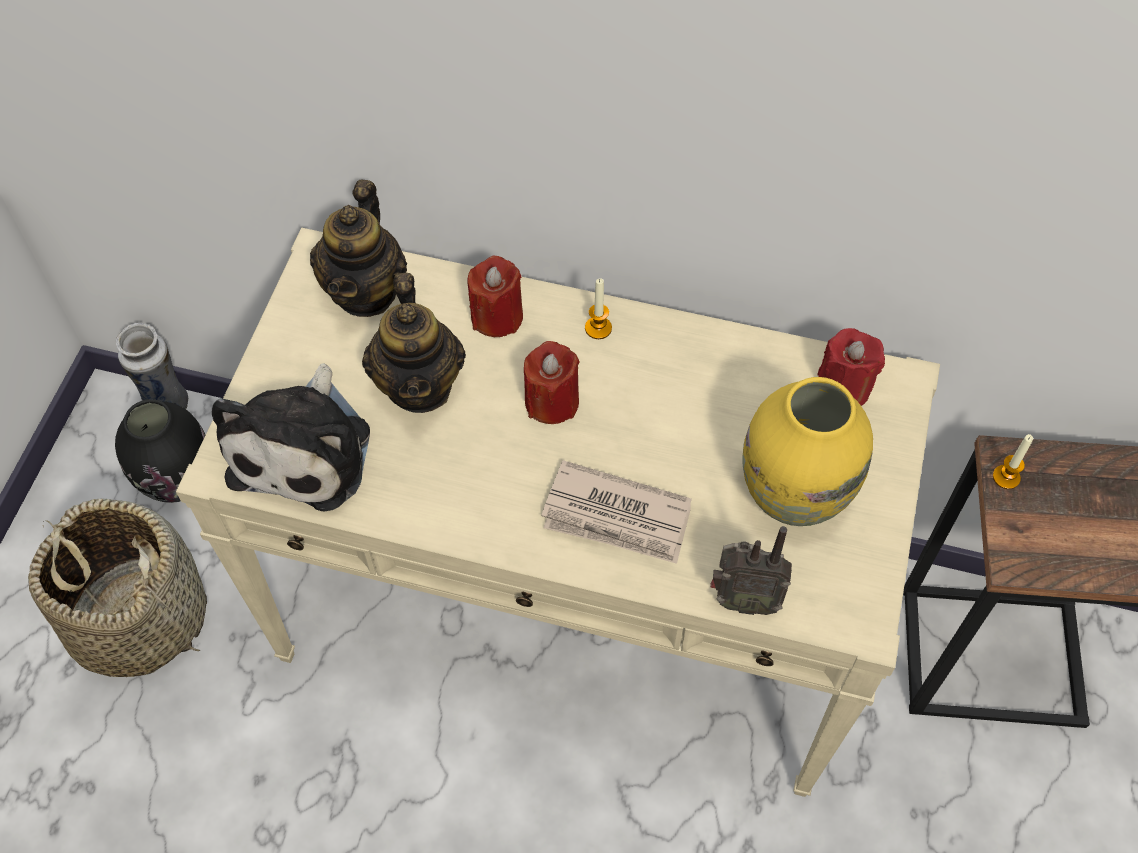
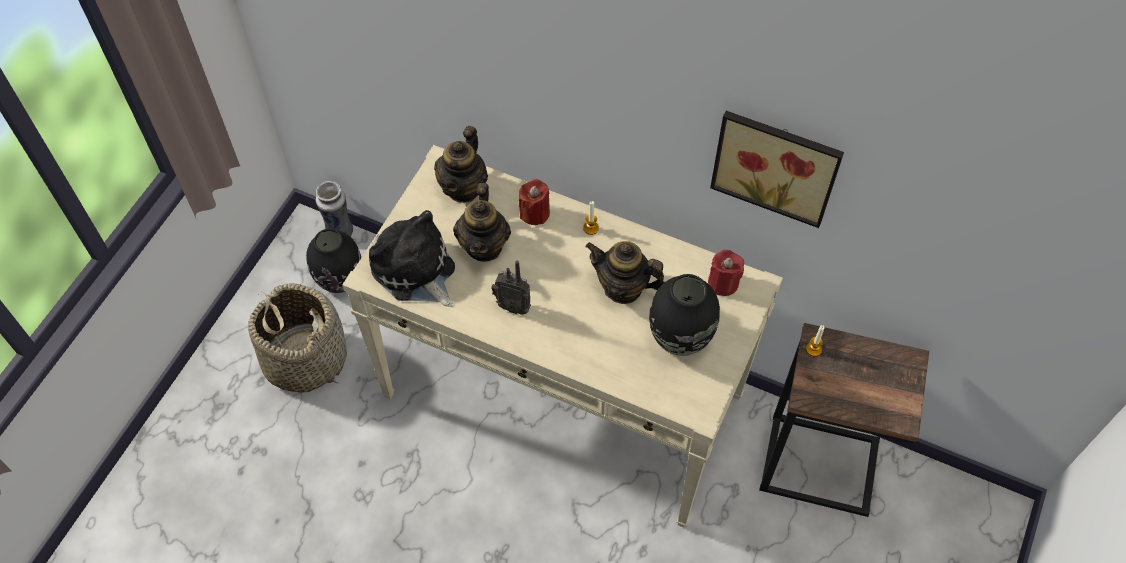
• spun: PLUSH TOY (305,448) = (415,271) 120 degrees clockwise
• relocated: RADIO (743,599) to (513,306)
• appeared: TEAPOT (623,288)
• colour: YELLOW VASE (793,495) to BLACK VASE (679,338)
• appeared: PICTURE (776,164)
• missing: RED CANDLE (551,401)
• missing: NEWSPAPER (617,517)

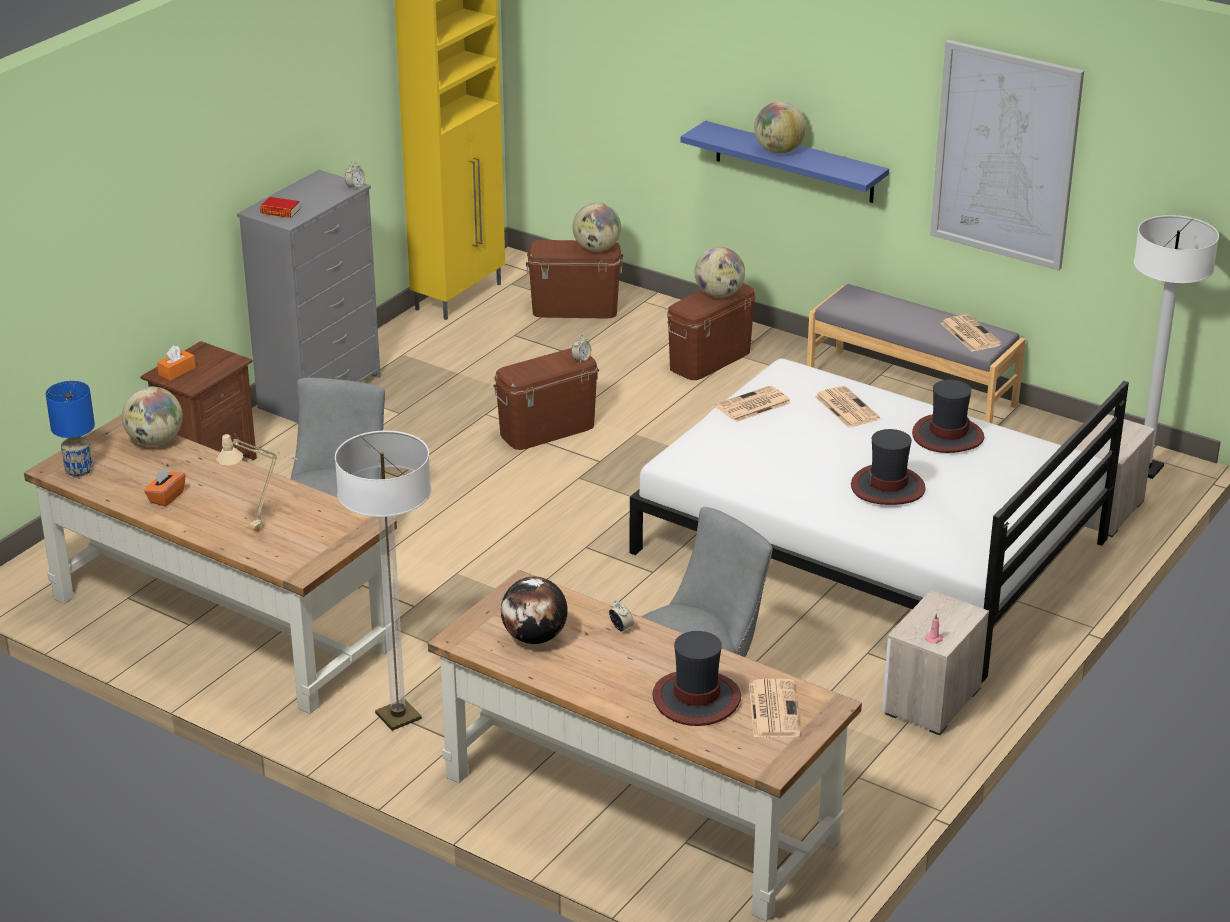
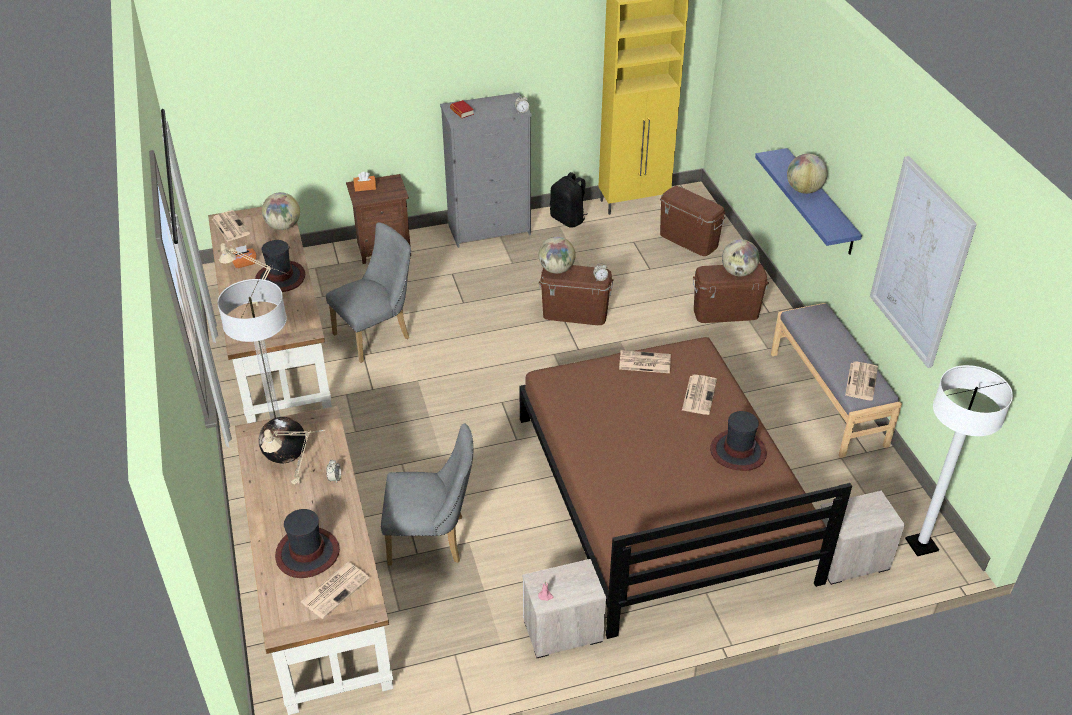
• exchanged: BLUE TABLE LAMP (78,471) to NEWSPAPER (230,226)
• relocated: HAT (888,487) to (280,277)
• appeared: BEIGE TABLE LAMP (303,480)
• colour: WHITE BED (870,547) to BROWN BED (661,497)
• relocated: GLOBE (596,249) to (556,269)
• appeared: BLACK BACKPACK (568,219)

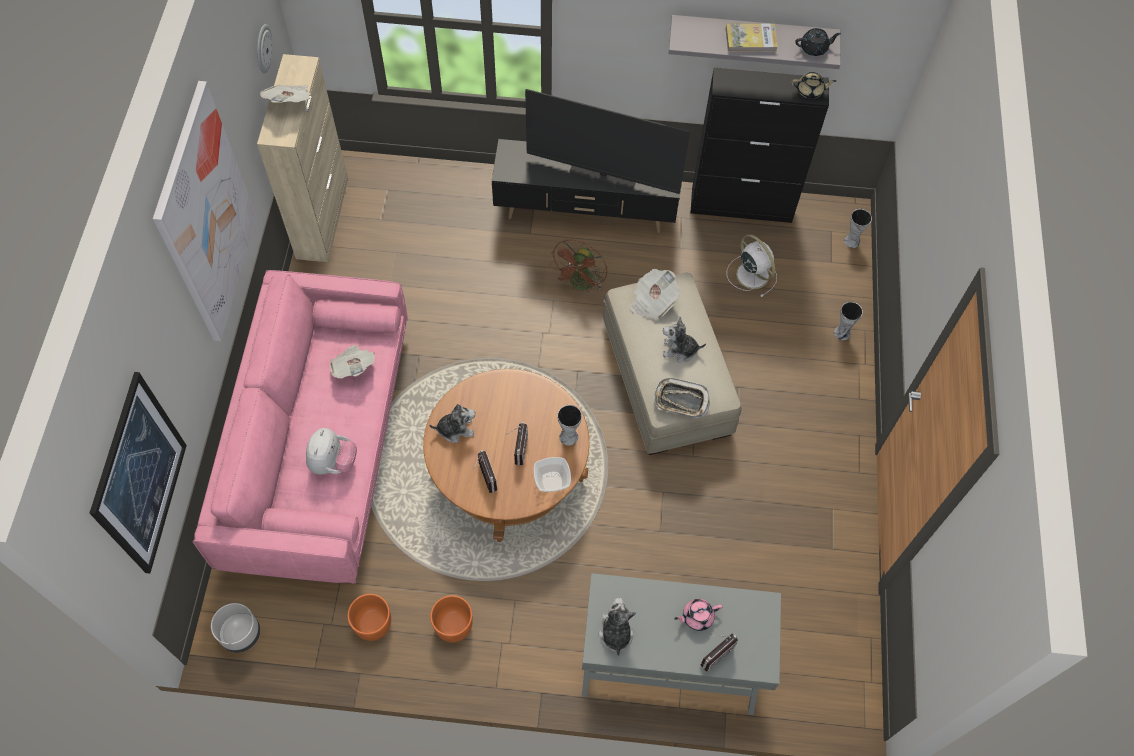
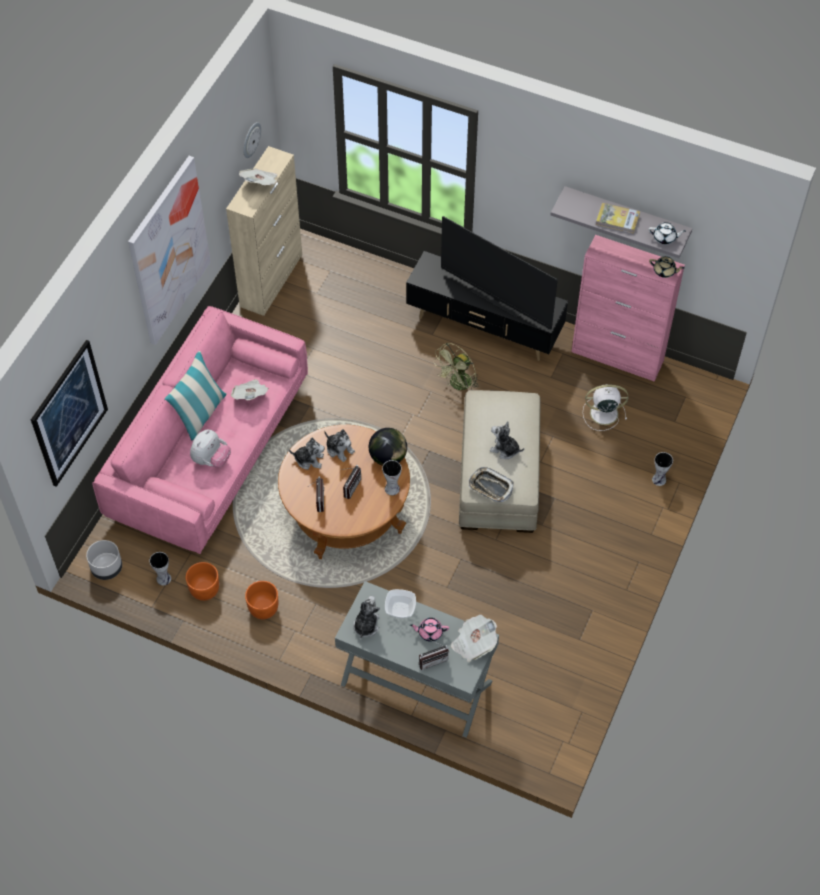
• relocated: VASE (851,240) to (164,578)
• appeared: PILLOW (200,414)
• appeared: PLUSH TOY (339,449)
• appeared: GLOBE (388,457)
• relocated: BOWL (552,481) to (400,610)
• colour: BROWN FAN (580,285) to GREEN FAN (457,385)
• relocated: NEWSPAPER (653,301) to (473,643)
• colour: BLACK CABINET (742,205) to PINK CABINET (617,356)
• spun: WHITE FAN (751,274) = (602,413) 75 degrees counterclockwise
• colour: BLACK TEAPOT (814,48) to WHITE TEAPOT (665,238)

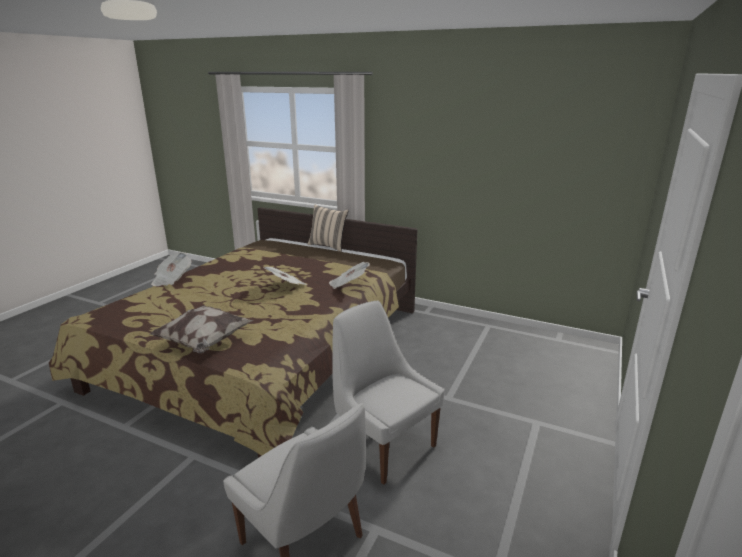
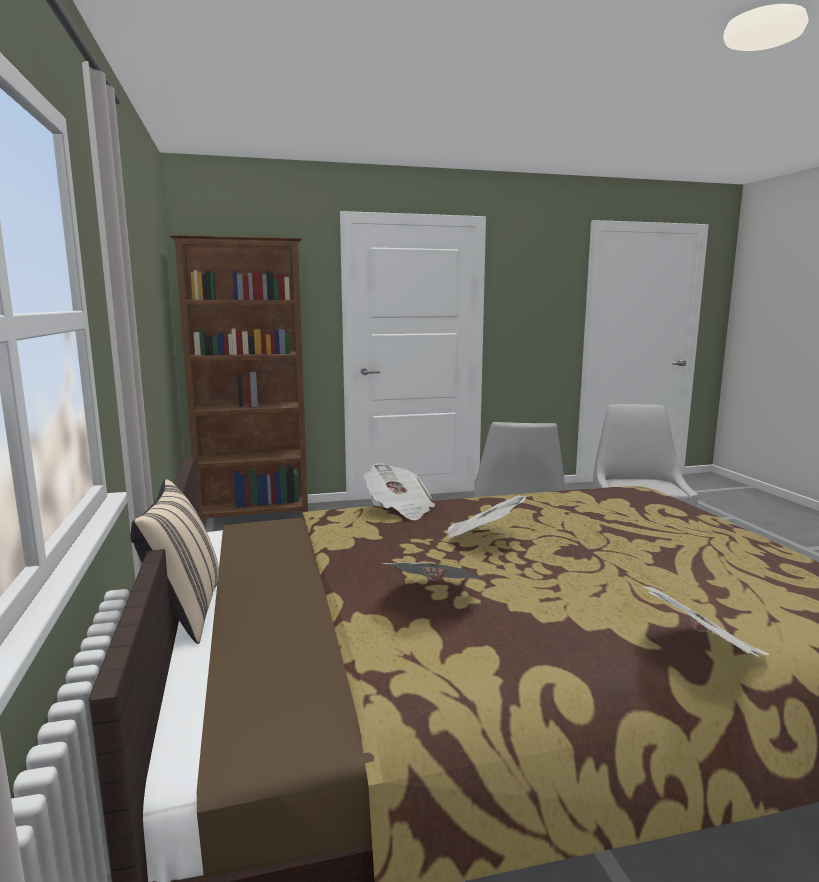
• appeared: BROWN BOOKCASE (254,516)
• appeared: NEWSPAPER (434,596)
• missing: PILLOW (204,343)

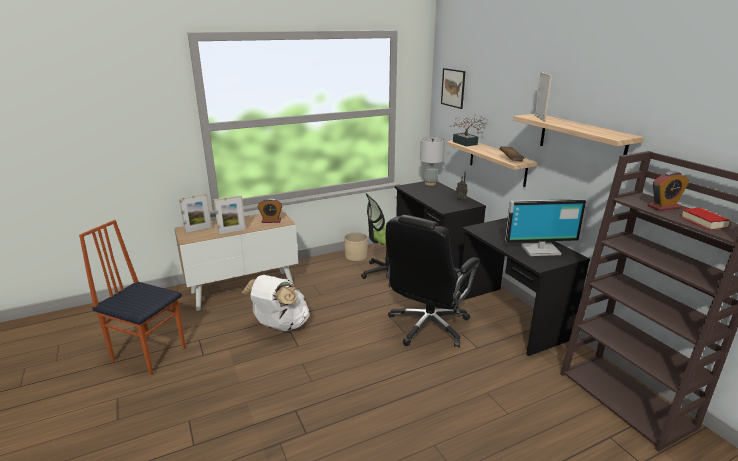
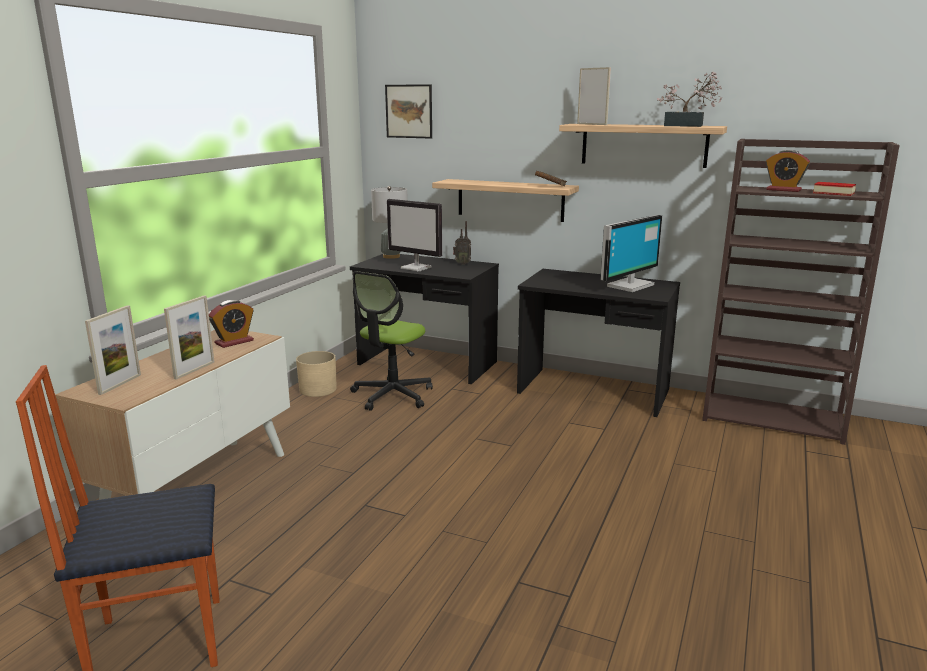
• appeared: MONITOR (416,268)
• relocated: POTTED PLANT (466,144) to (688,126)
• spun: ALARM CLOCK (664,207) = (783,190) 90 degrees clockwise
• missing: WHITE BACKPACK (280,326)
• missing: BLACK OFFICE CHAIR (427,326)

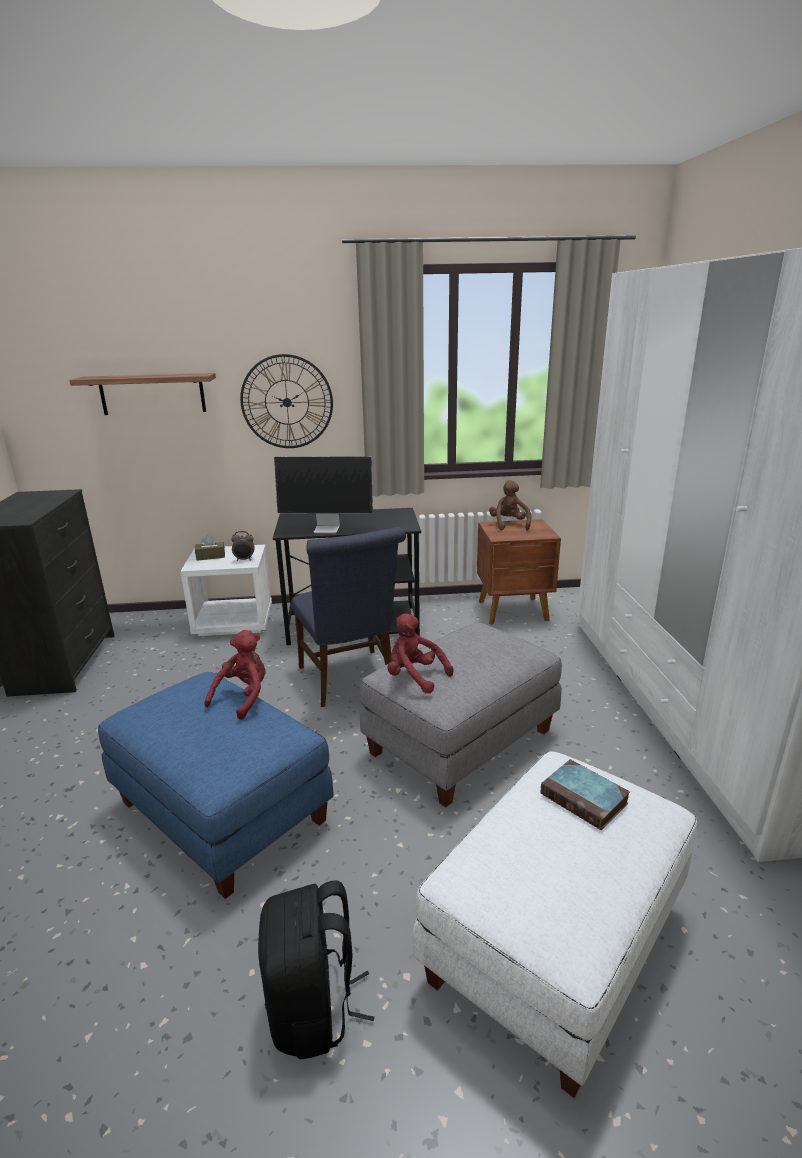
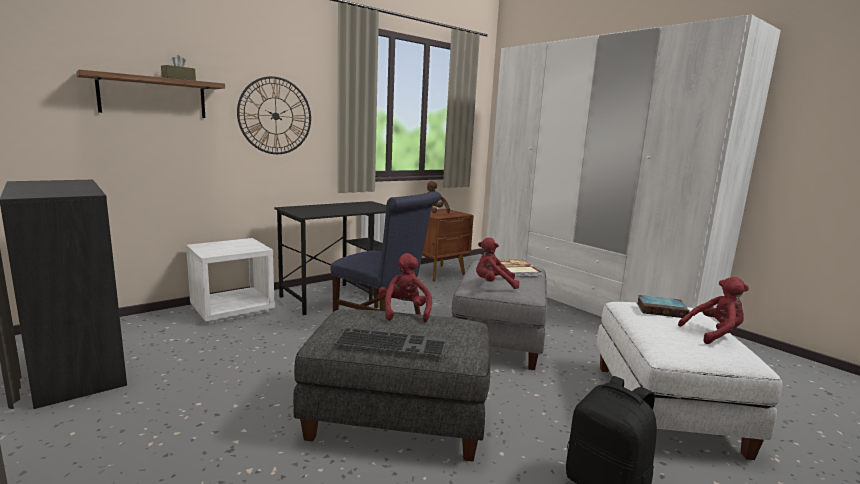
• relocated: BROWN TISSUE BOX (210,556) to (179,79)
• colour: BLUE OTTOMAN (224,811) to GREY OTTOMAN (399,417)
• appeared: KEYBOARD (393,341)
• appeared: BOOK (516,270)
• appeared: RED PLUSH TOY (714,334)
• missing: ALARM CLOCK (244,560)
• missing: MONITOR (328,529)

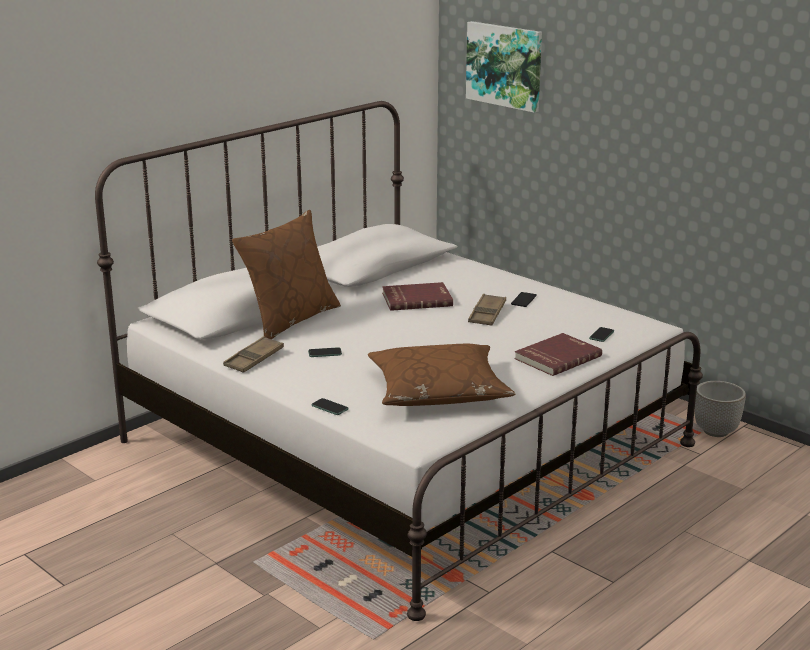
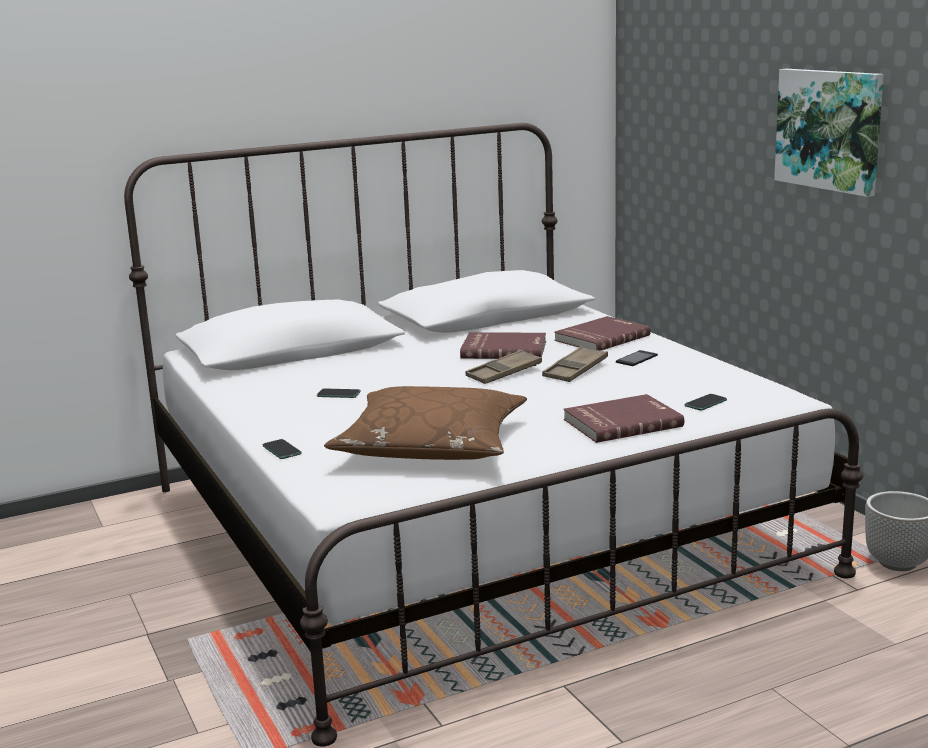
• relocated: BROWN TRAY (254,359) to (504,373)
• appeared: RED BOOK (601,337)
• relocated: PICTURE (505,65) to (830,129)
• missing: BROWN PILLOW (290,319)

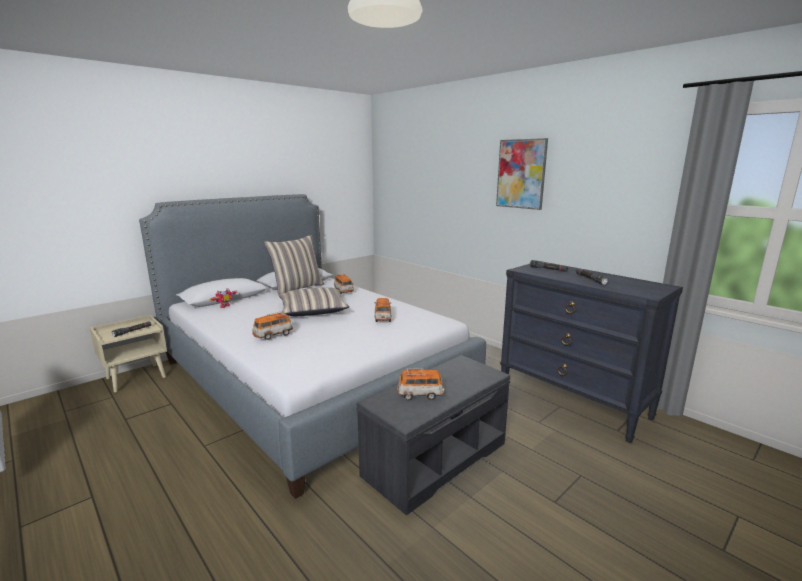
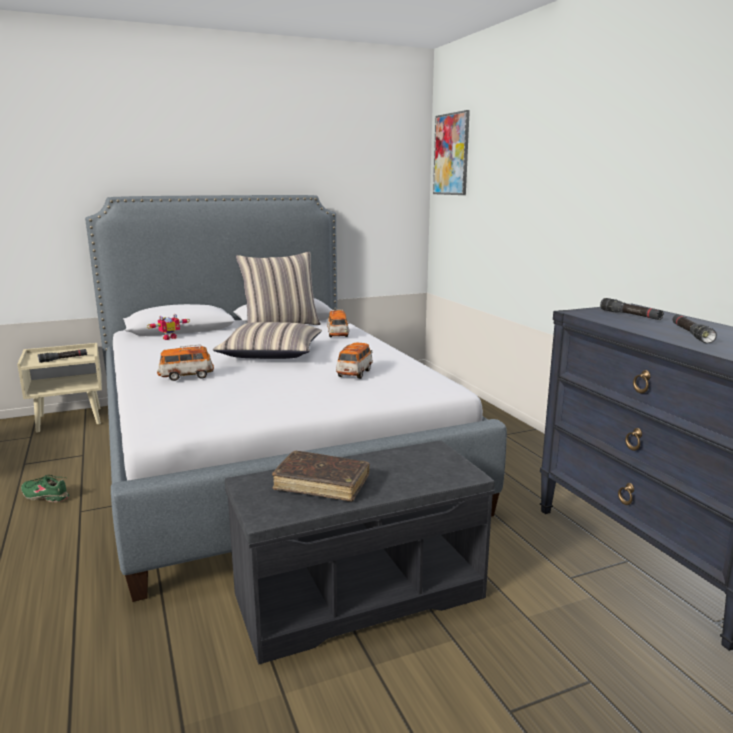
• appeared: GREEN SHOE (46,496)
• exchanged: TOY CAR (420,394) to BROWN BOOK (322,484)
• relocated: PICTURE (521,174) to (451,154)

